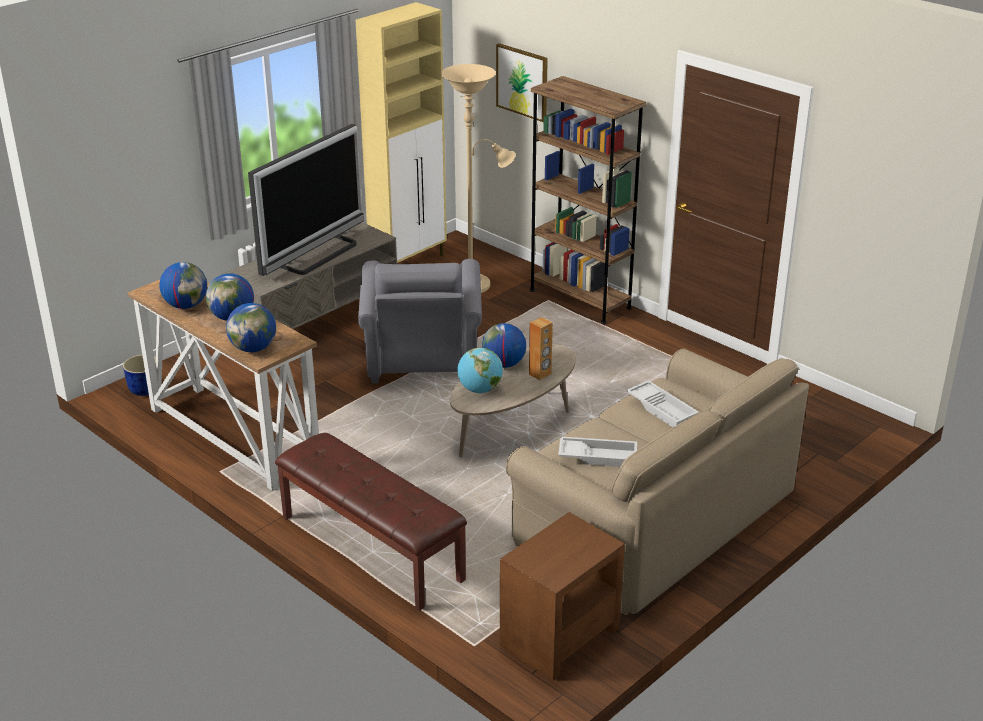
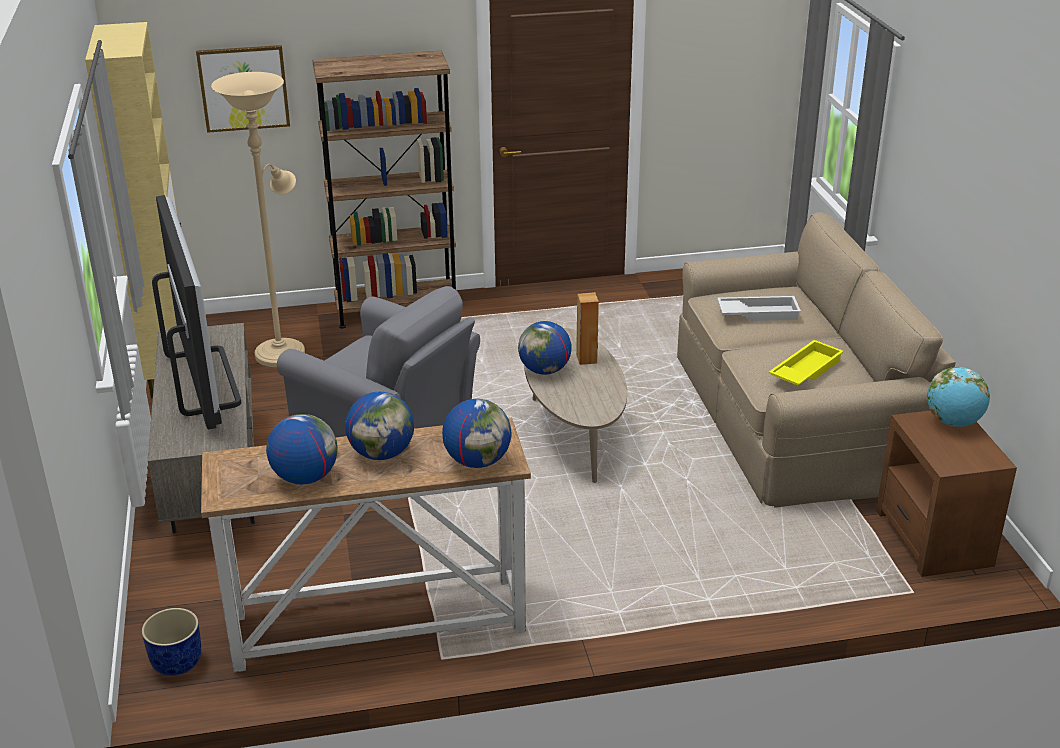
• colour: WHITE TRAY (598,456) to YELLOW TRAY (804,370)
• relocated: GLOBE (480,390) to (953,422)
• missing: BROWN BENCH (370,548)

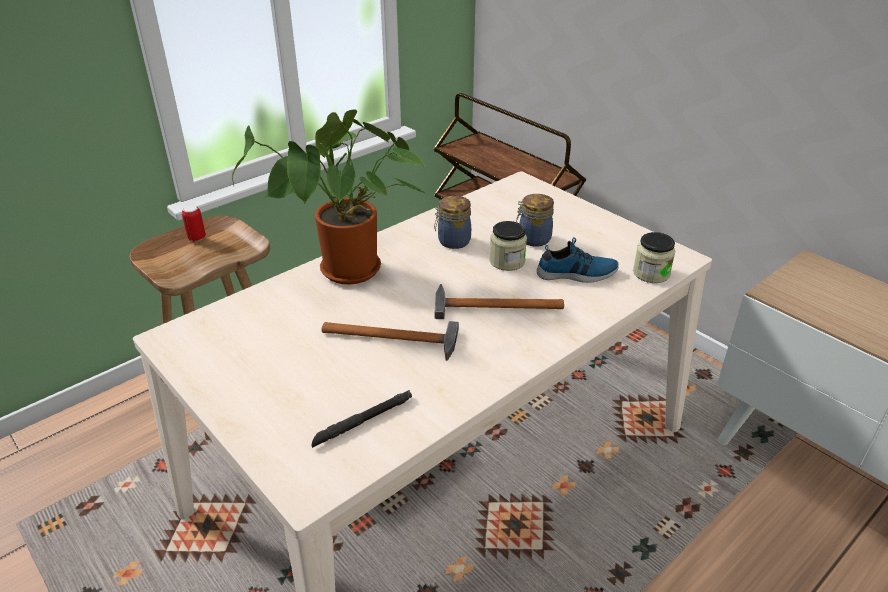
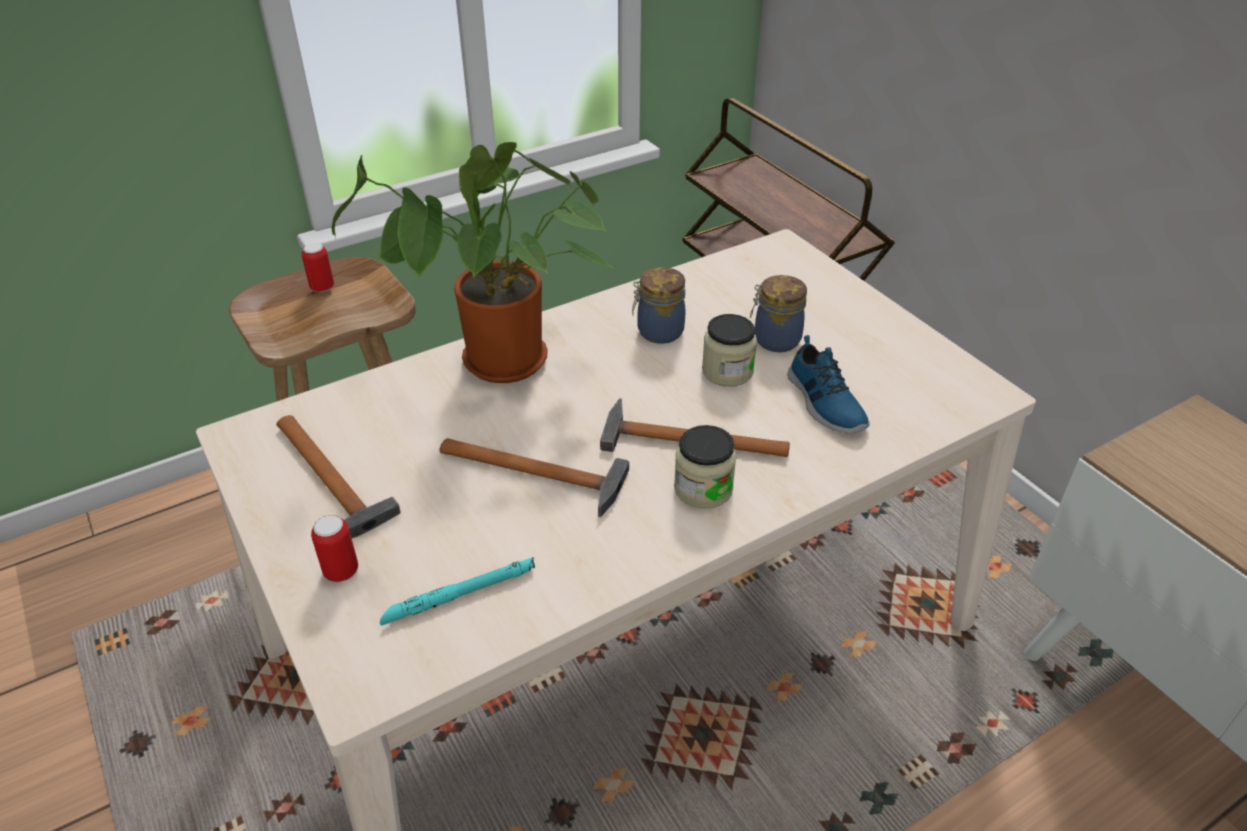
• appeared: HAMMER (329,481)
• appeared: CAN (341,571)
• colour: BLACK FLASHLIGHT (363,421) to TURQUOISE FLASHLIGHT (460,595)
• relocated: JAR (651,273) to (703,488)
• spun: SHOE (577,274) = (824,403) 60 degrees clockwise

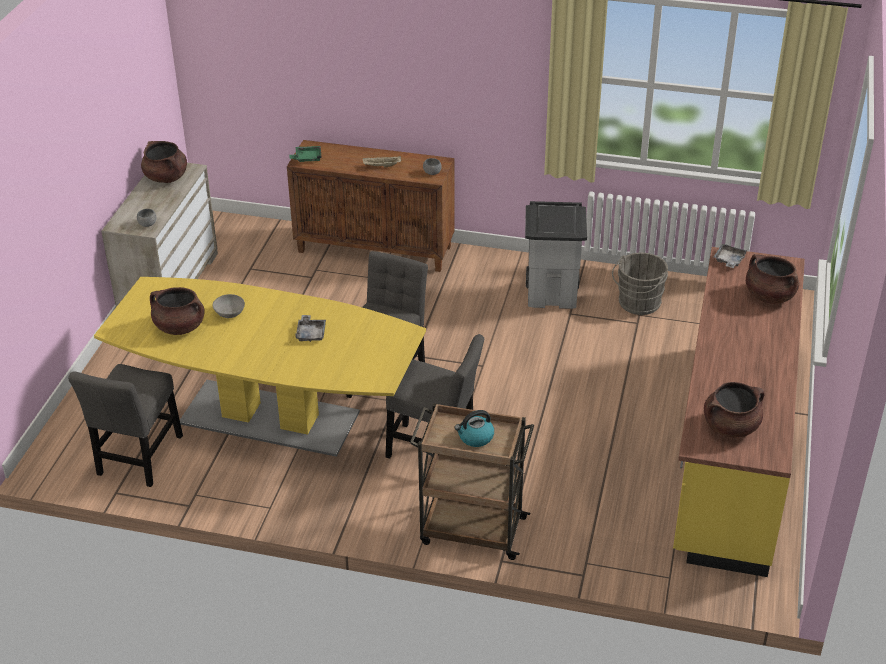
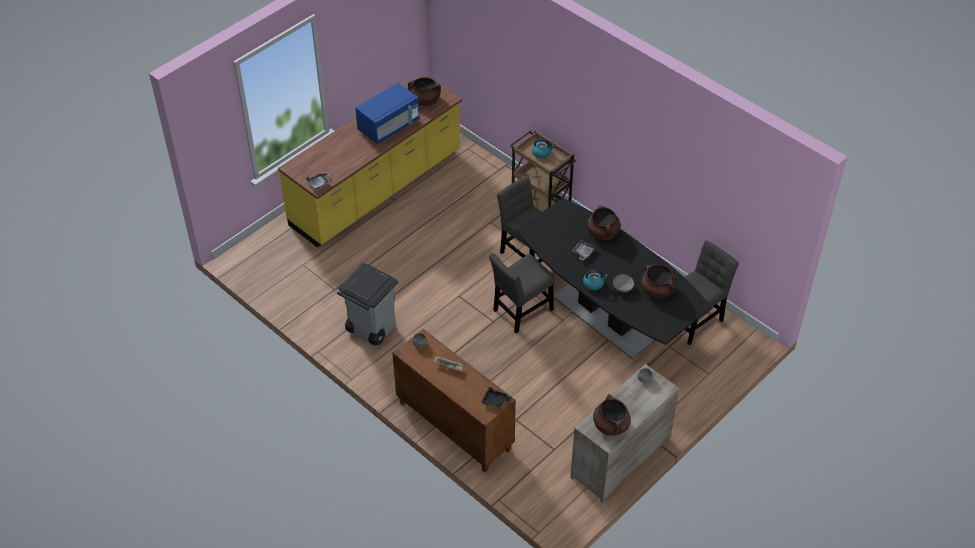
• appeared: BLUE MICROWAVE (389,126)
• colour: GREEN TRAY (307,158) to BLACK TRAY (495,401)
• colour: YELLOW DINING TABLE (270,418) to BLACK DINING TABLE (606,315)
• appeared: KETTLE (594,283)
• relocated: BROWN COOKING POT (769,296) to (603,233)
• missing: GREY BUCKET (637,304)

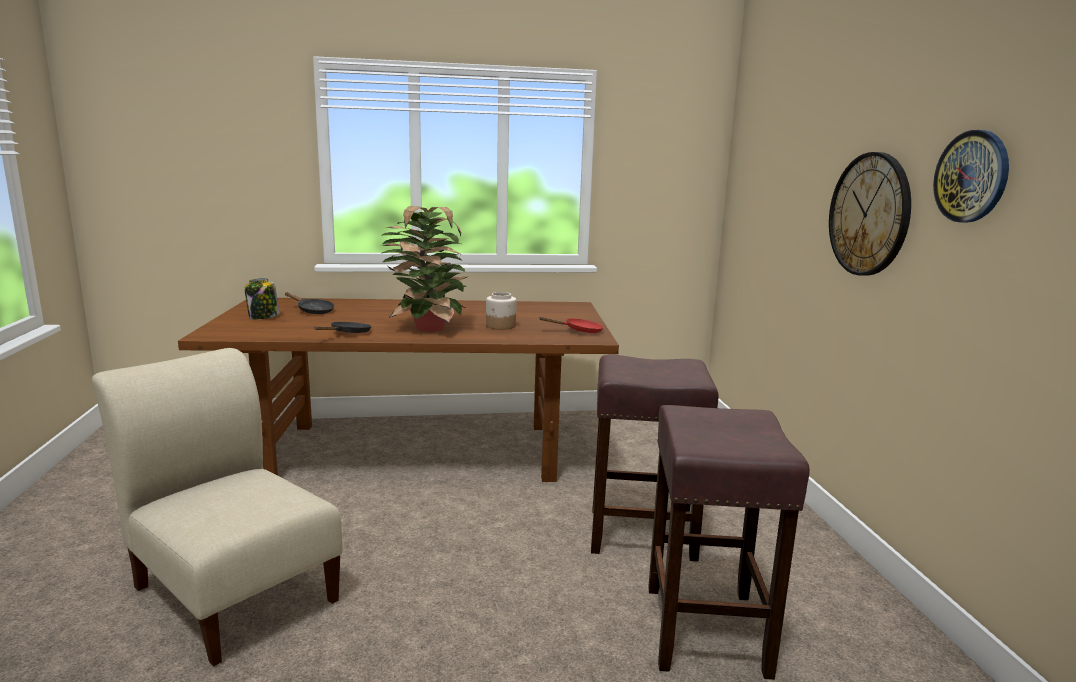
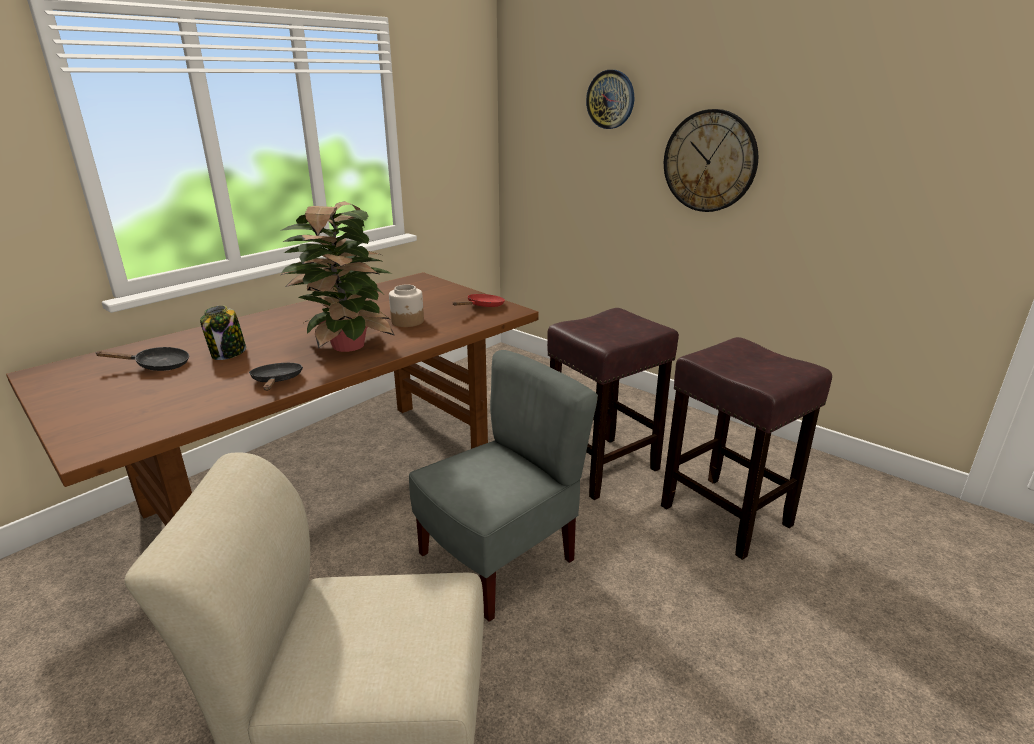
• relocated: JAR (263,317) to (228,353)
• appeared: GREY CHAIR (499,559)
• relocated: WALL CLOCK (971,176) to (610,99)

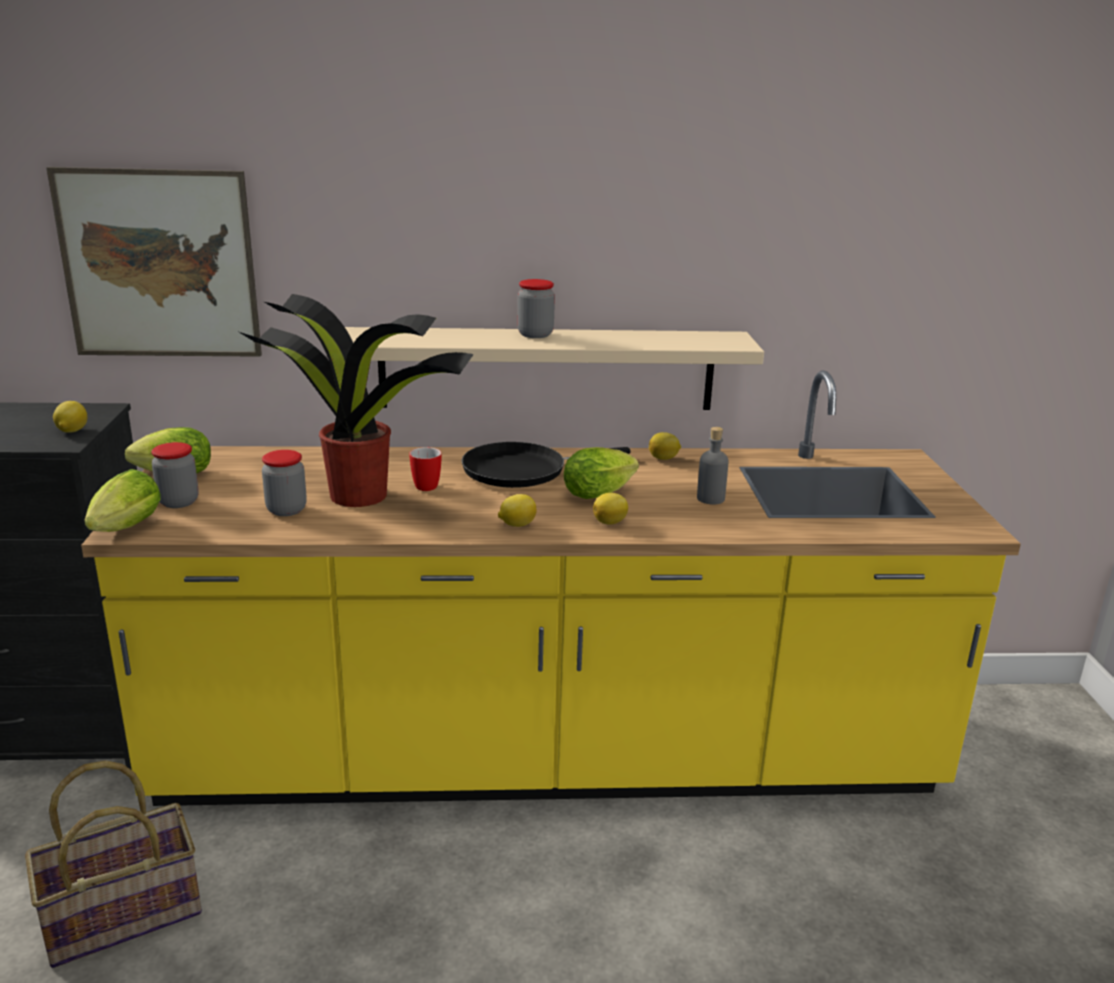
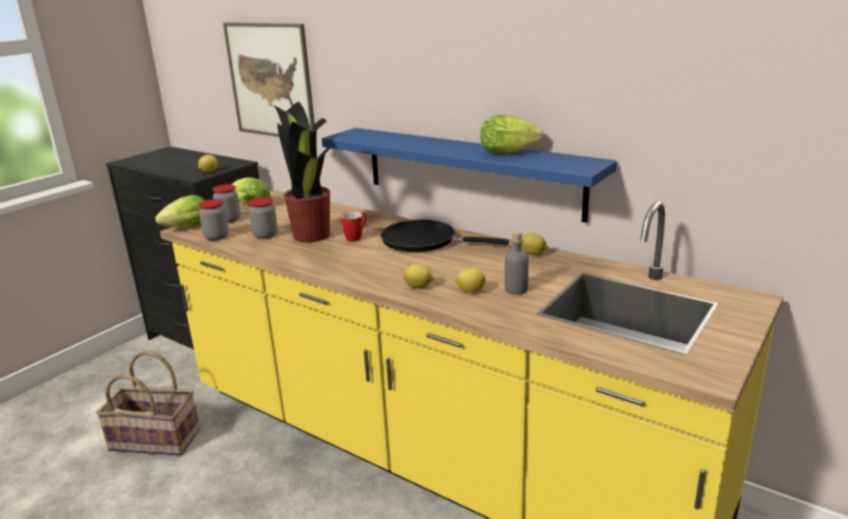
• relocated: JAR (535,334) to (216,237)
• colour: BEIGE SHELF (547,369) to BLUE SHELF (470,172)
• relocated: LEMON (517,525) to (470,291)
• relocated: LETTUCE (601,493) to (511,152)

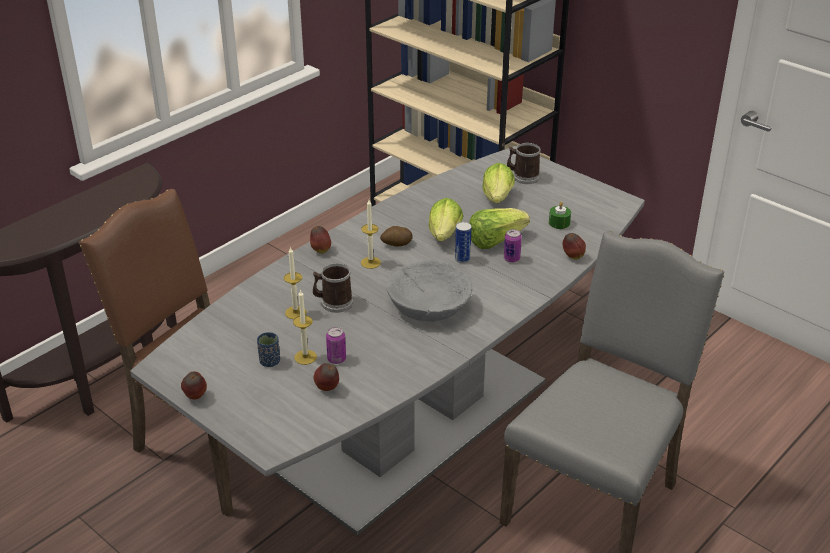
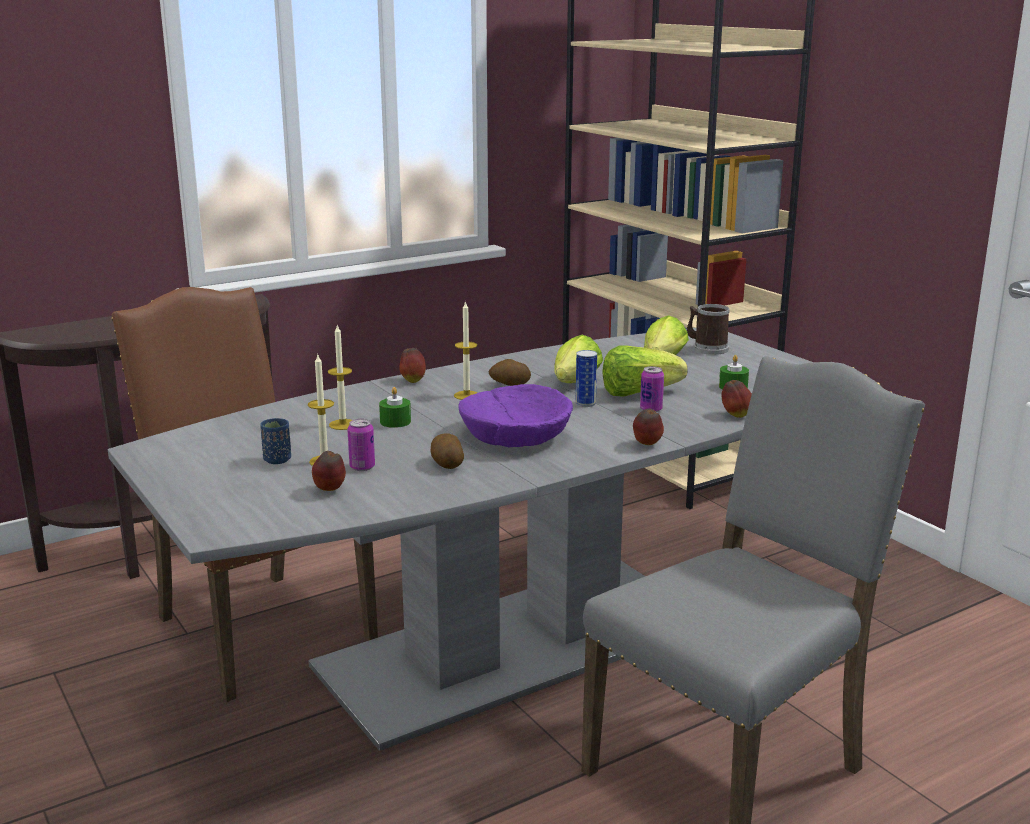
• exchanged: MUG (333,303) to GREEN CANDLE (395,421)
• appeared: POTATO (447,464)
• colour: GREY BOWL (429,306) to PURPLE BOWL (515,436)
• relocated: APPLE (195,397) to (647,445)

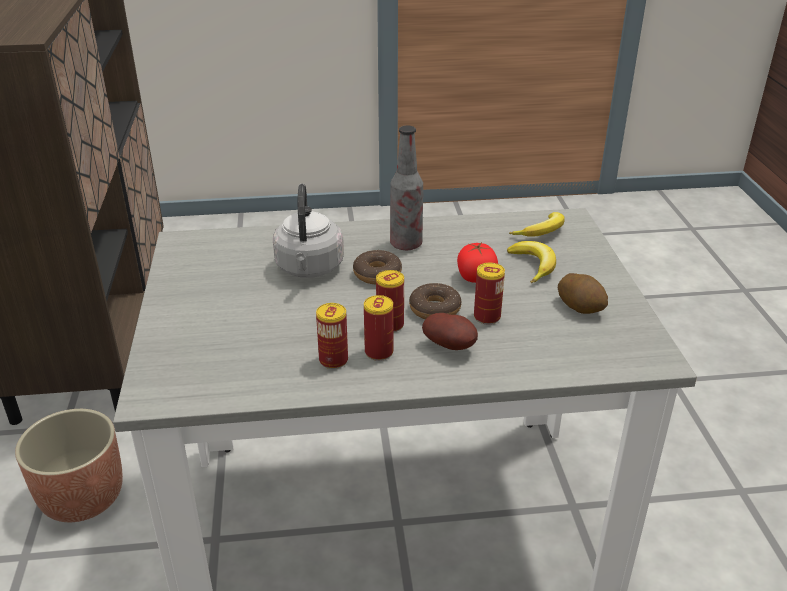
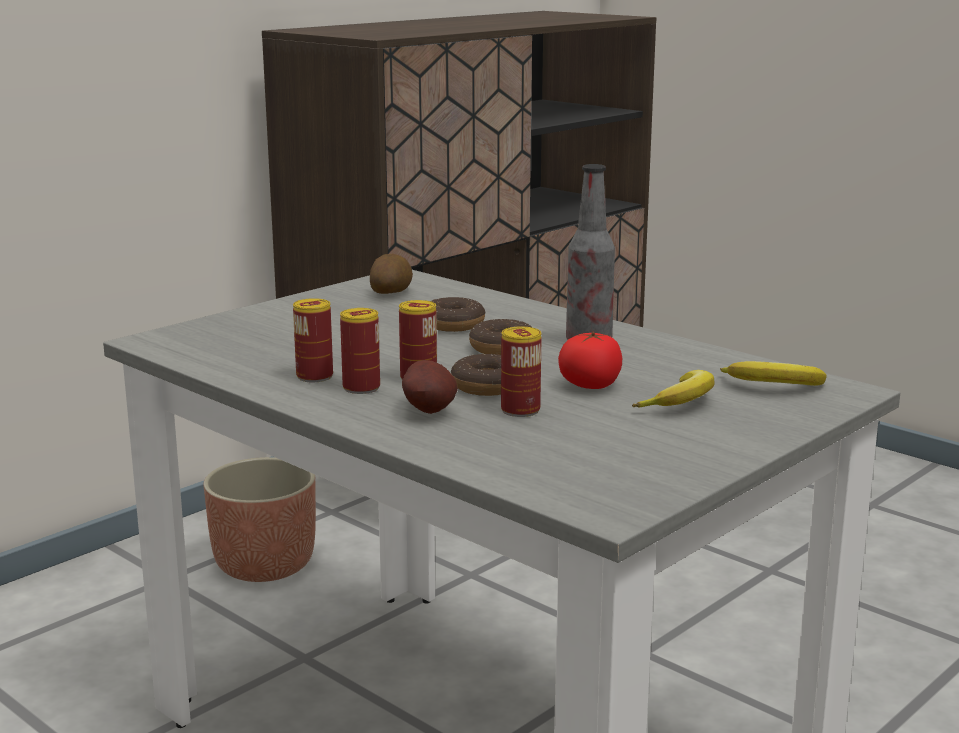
• relocated: POTATO (581,307) to (392,293)
• exchanged: GREY KETTLE (309,269) to DONUT (453,324)

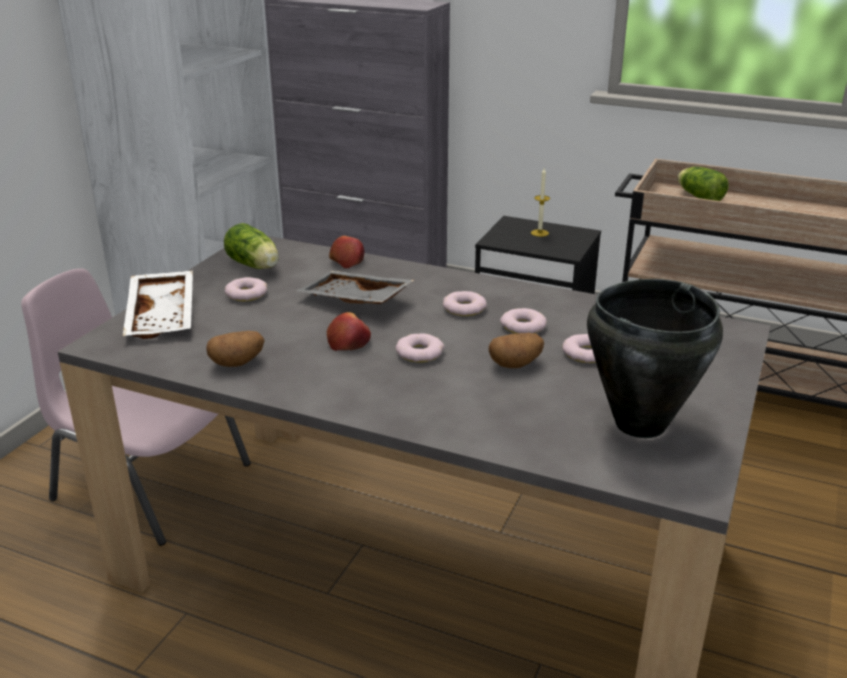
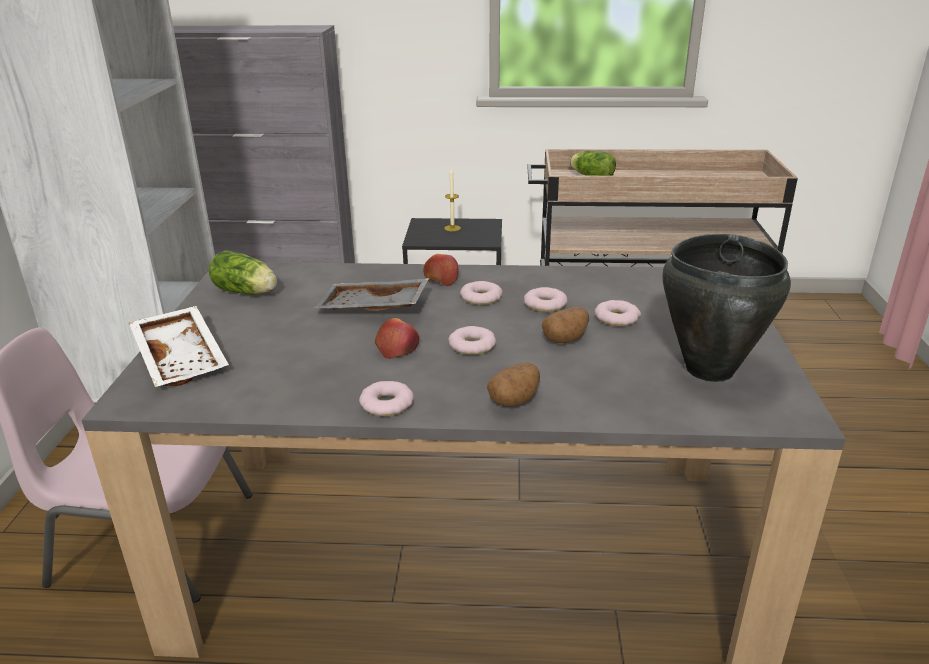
• relocated: DONUT (246,294) to (386,403)
• relocated: APPLE (346,260) to (441,279)
• relocated: POTATO (237,363) to (514,400)

